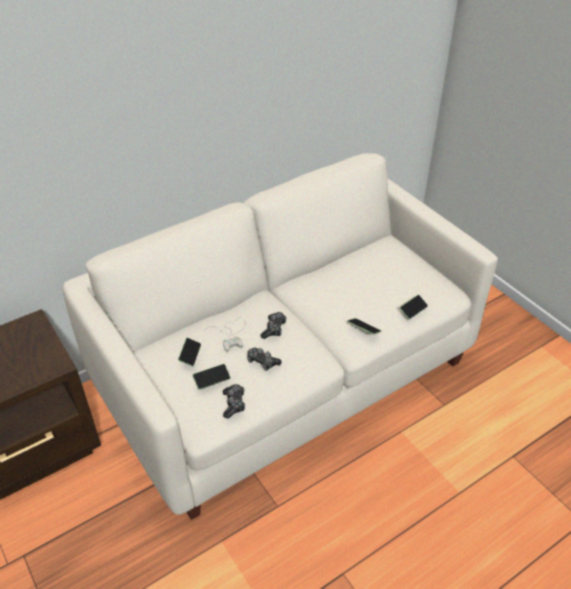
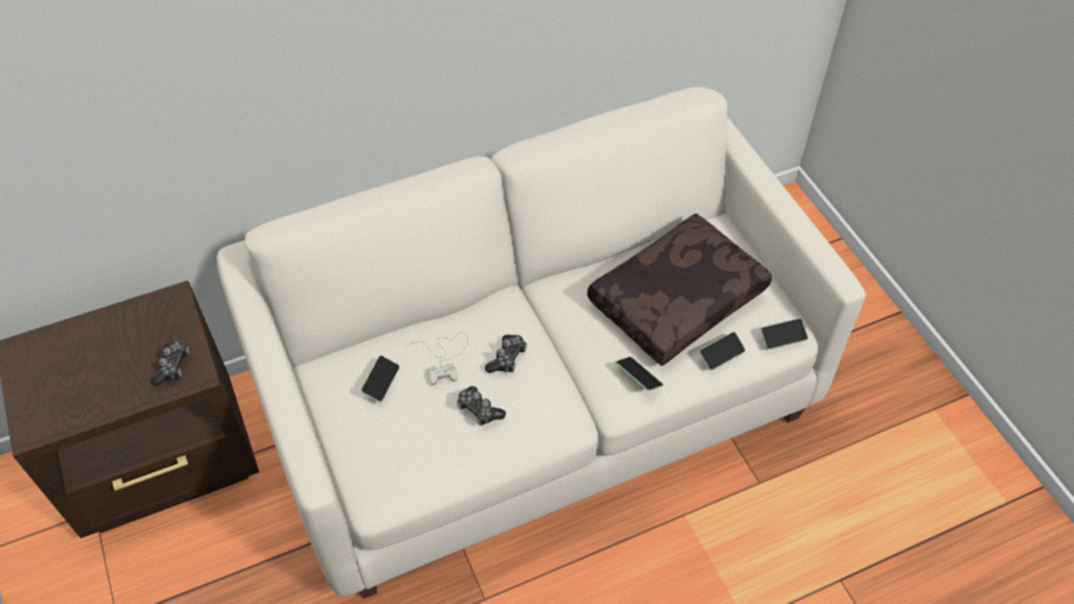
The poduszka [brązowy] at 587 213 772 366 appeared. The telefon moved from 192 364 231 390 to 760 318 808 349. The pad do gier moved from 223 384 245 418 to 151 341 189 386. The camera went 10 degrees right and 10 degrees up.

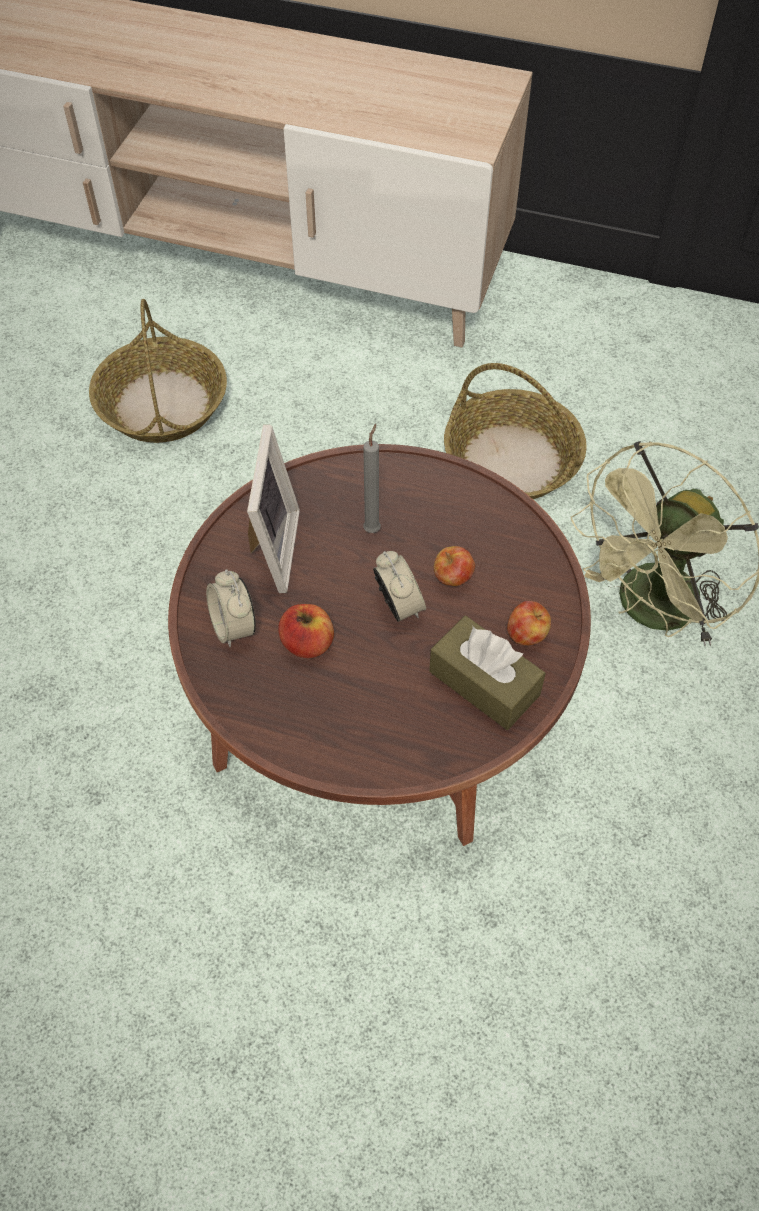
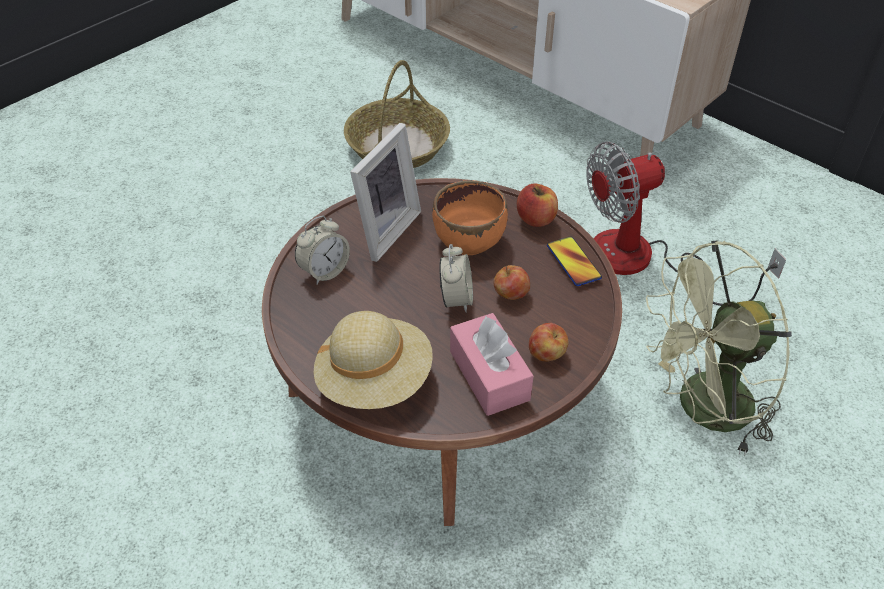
The kapelusz [beżowy] at 314 311 433 409 appeared. The telefon at 547 236 602 286 appeared. The jabłko moved from 279 604 334 658 to 517 183 558 227. The świeca [szary] at 363 424 381 533 was replaced by the miska [pomarańczowy] at 432 180 508 255. The koszyk at 444 363 587 499 was replaced by the wentylator at 587 141 786 306. The pudełko chusteczek [brązowy] at 429 616 545 730 became the pudełko chusteczek [różowy] at 450 313 533 416. The budzik at 206 570 256 648 turned 135 degrees counterclockwise. The camera went 25 degrees right and 10 degrees down.

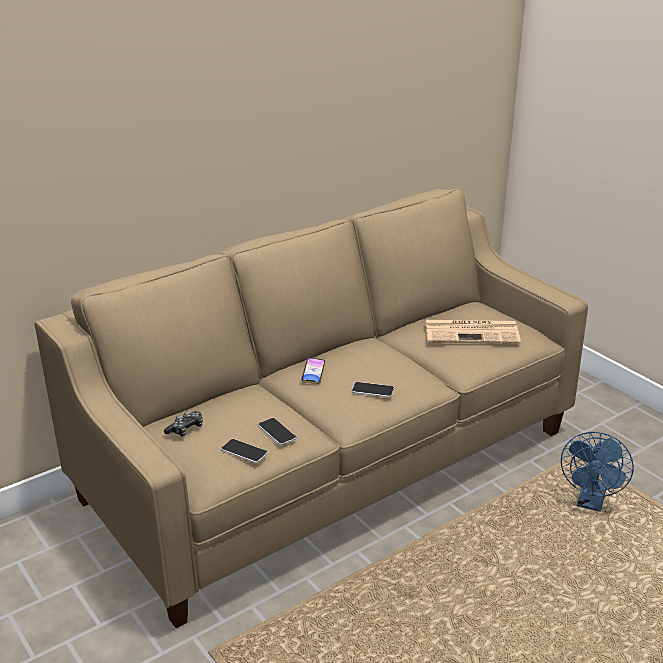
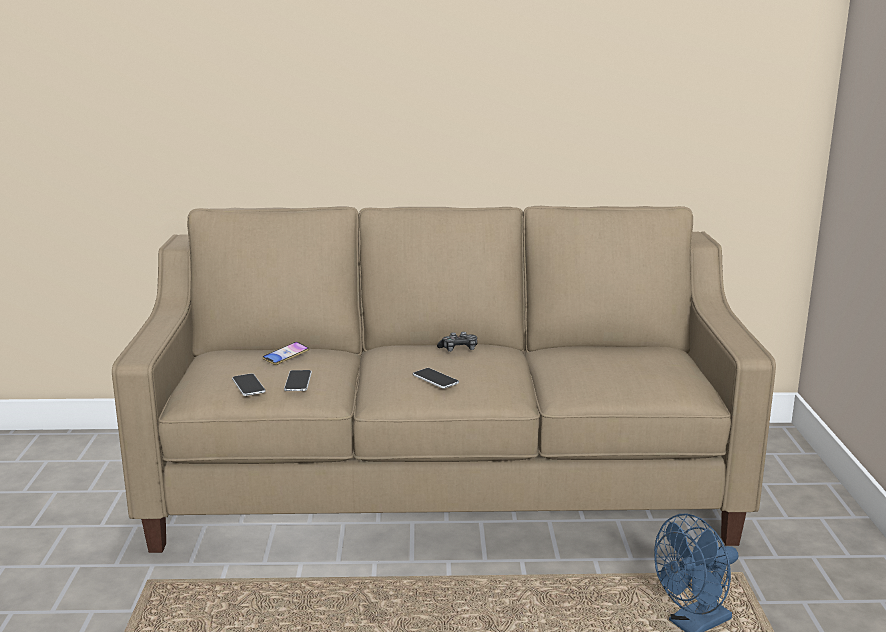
The gazeta at 425 320 521 344 disappeared. The pad do gier moved from 164 411 203 436 to 437 332 477 352. The telefon moved from 301 358 326 384 to 262 342 309 365. The camera went 35 degrees right and 10 degrees down.

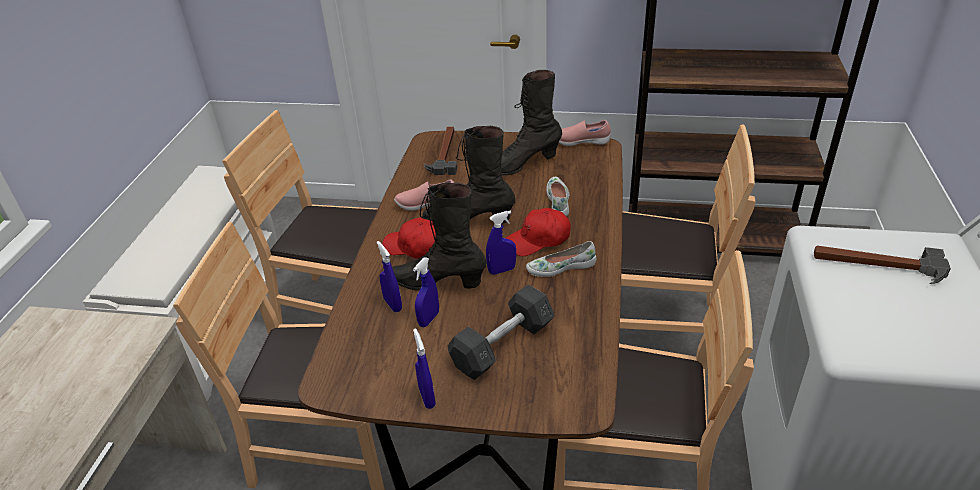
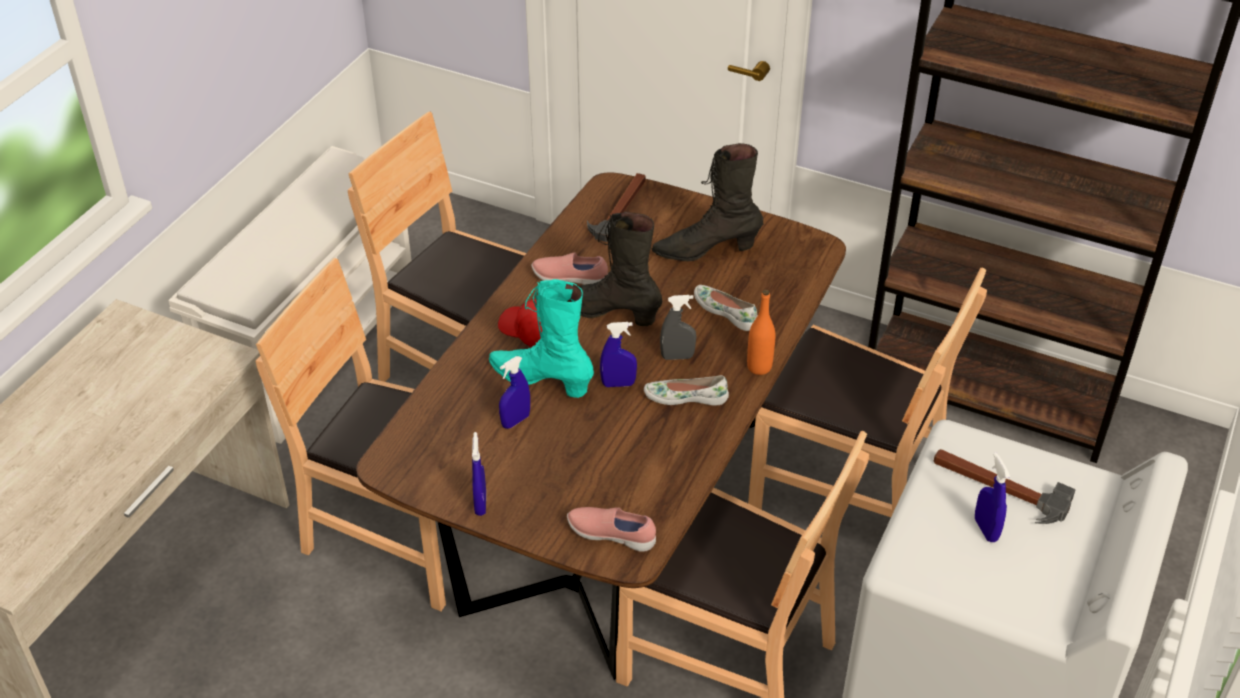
The hantel [szary] at 448 284 555 380 disappeared. The butelka [pomarańczowy] at 747 290 775 375 appeared. The spryskiwacz [niebieski] moved from 376 241 402 312 to 975 452 1010 542. The but [różowy] moved from 559 120 611 146 to 567 507 656 552. The czapka z daszkiem [czerwony] at 506 208 571 256 was replaced by the spryskiwacz [szary] at 660 295 696 360. The but z cholewką [czarny] at 392 183 486 291 became the but z cholewką [turkusowy] at 489 279 594 398. The but [biały] at 546 177 569 216 turned 60 degrees counterclockwise. The camera went 15 degrees right and 5 degrees up.

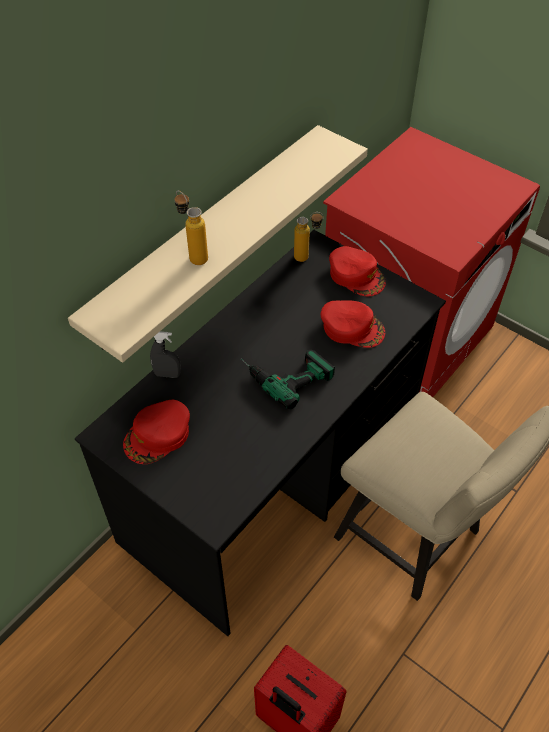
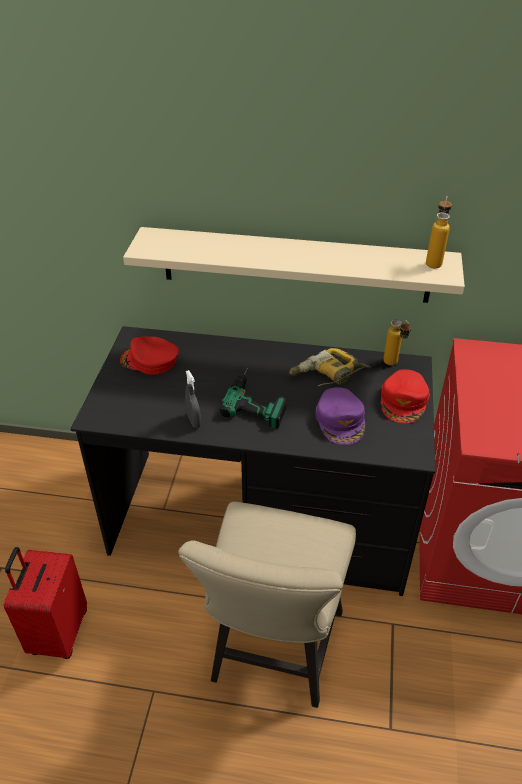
The wiertarka at 289 348 371 386 appeared. The spryskiwacz [szary] moved from 150 331 181 378 to 185 370 201 428. The butelka moved from 174 191 208 265 to 426 197 452 268. The czapka z daszkiem [czerwony] at 321 301 385 348 became the czapka z daszkiem [fioletowy] at 315 387 365 445. The camera went 60 degrees right and 10 degrees down.

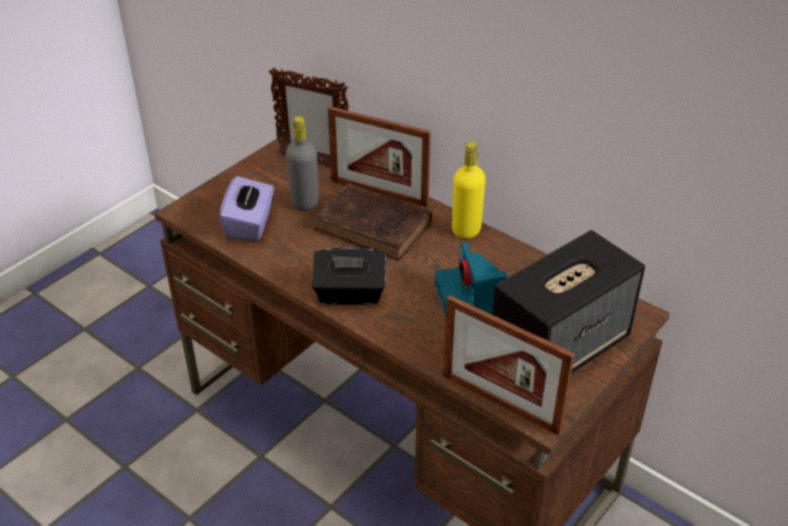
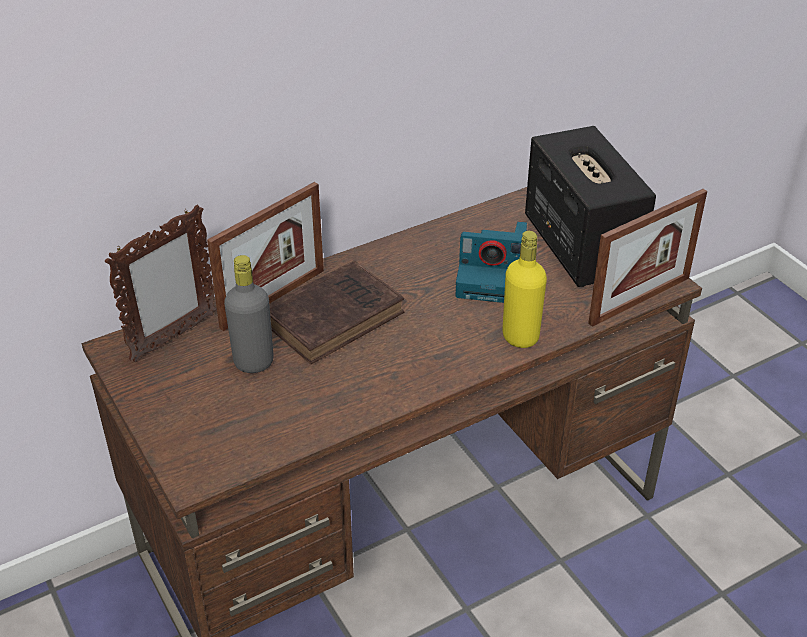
The pudełko chusteczek [fioletowy] at 219 176 274 241 disappeared. The pudełko chusteczek [czarny] at 312 247 386 305 disappeared. The butelka [żółty] moved from 452 141 486 239 to 502 231 547 348. The camera went 70 degrees left and 0 degrees up.

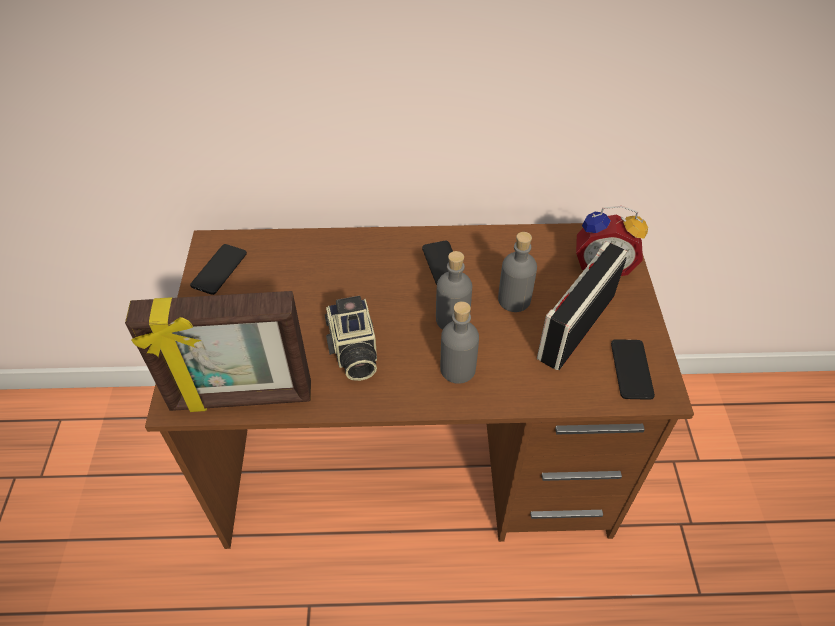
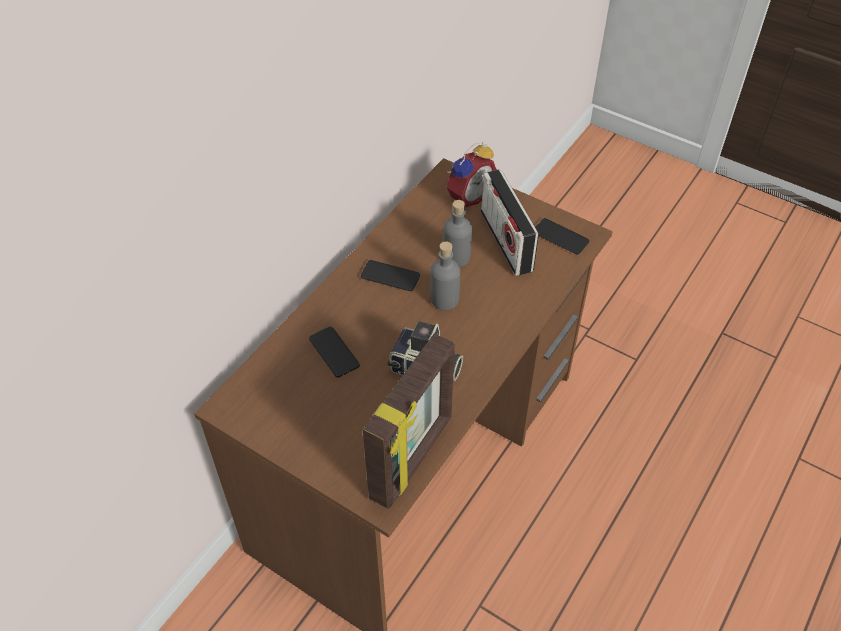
The butelka [szary] at 440 301 479 384 disappeared. The telefon moved from 190 244 247 295 to 309 327 360 377. The camera went 55 degrees left and 0 degrees up.

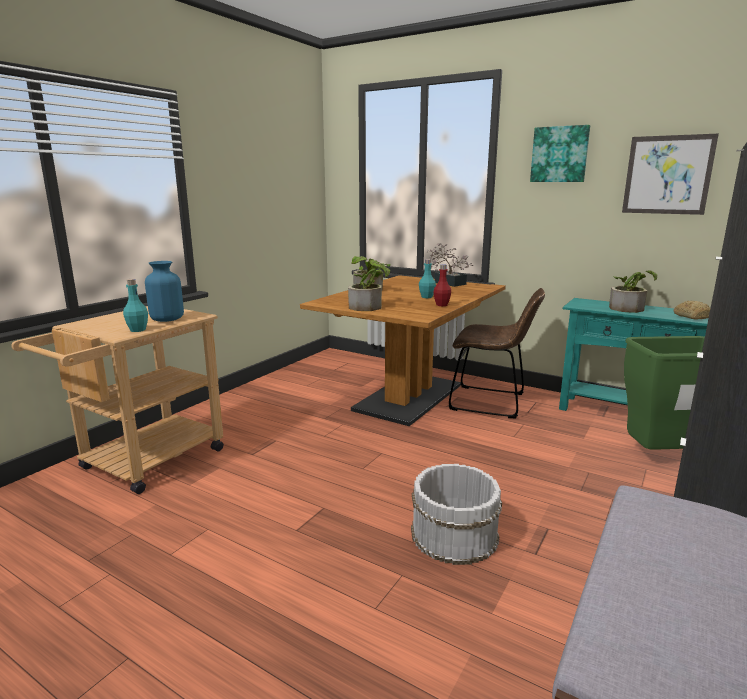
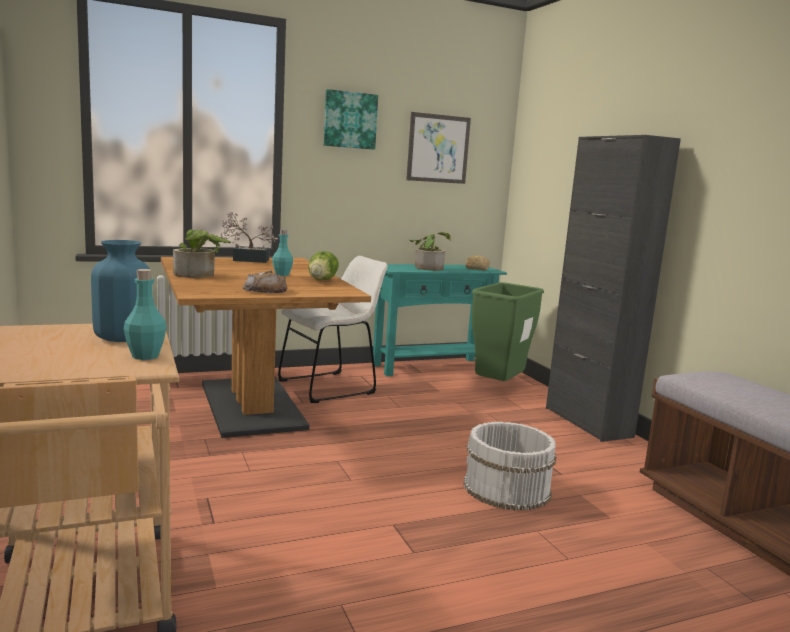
The roślina doniczkowa at 348 266 390 311 was replaced by the chleb at 243 270 287 294. The butelka [czerwony] at 434 265 451 306 was replaced by the sałata at 308 251 339 280. The krzesło [brązowy] at 448 288 545 418 became the krzesło [biały] at 278 256 388 403. The camera went 55 degrees left and 5 degrees down.

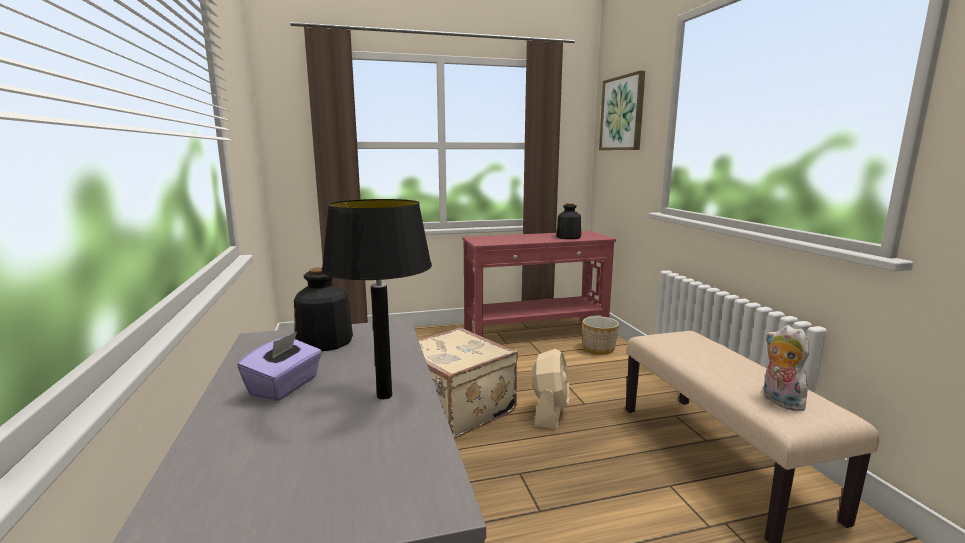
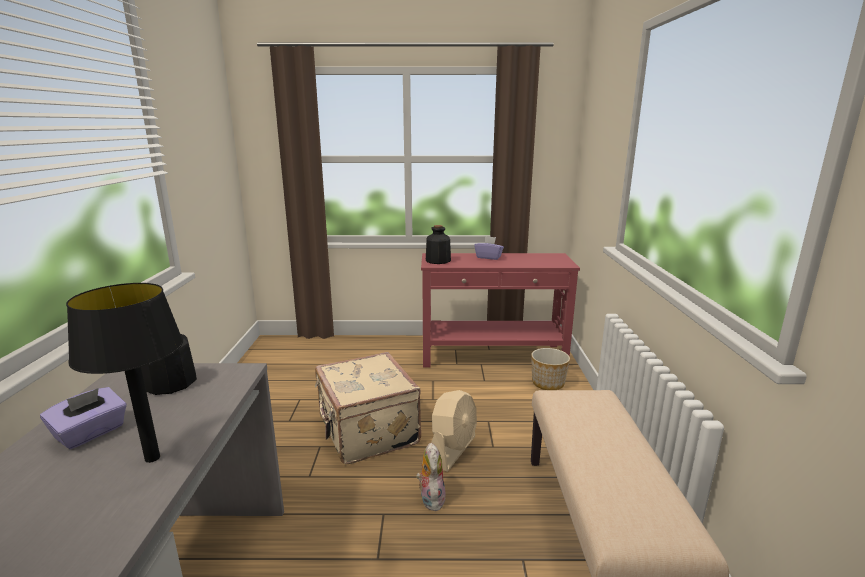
The obraz at 599 70 645 150 disappeared. The pudełko chusteczek [fioletowy] at 474 236 504 260 appeared. The butelka moved from 556 203 581 239 to 426 225 451 264. The pluszak moved from 764 325 810 411 to 416 443 446 511. The camera went 15 degrees right and 5 degrees up.

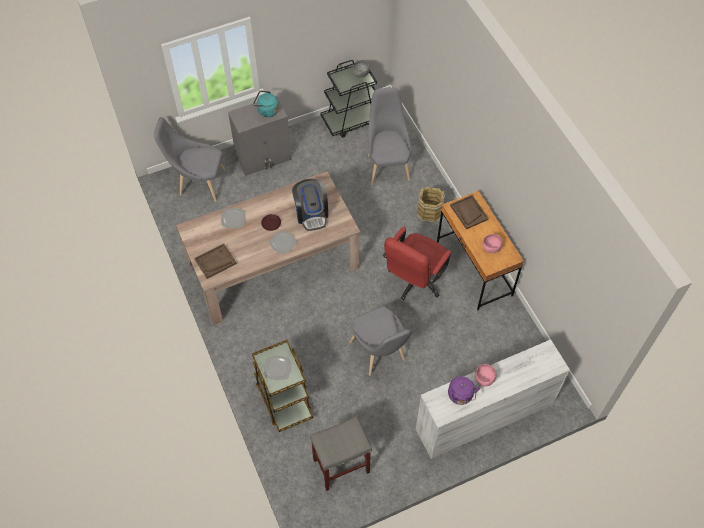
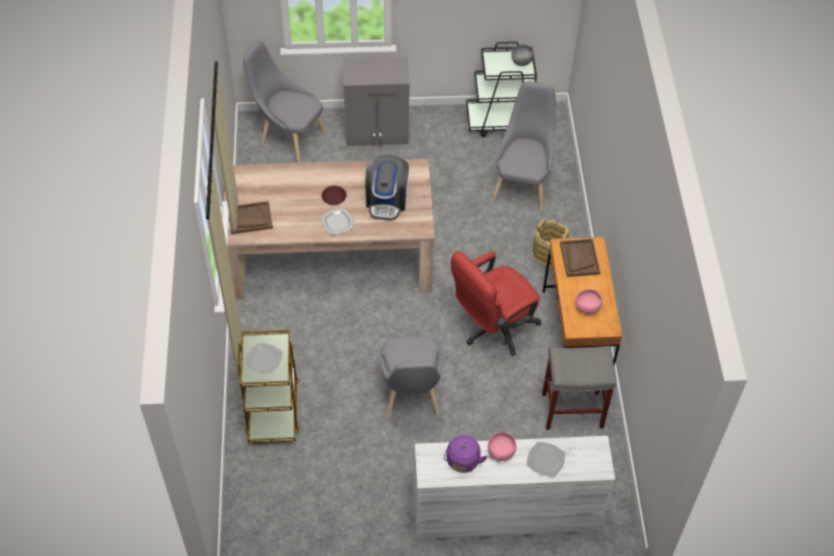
The czajnik [turkusowy] at 253 91 279 117 disappeared. The talerz moved from 221 208 246 228 to 527 442 565 477. The stołek [szary] moved from 310 416 372 491 to 542 346 616 430. The camera went 20 degrees right and 5 degrees down.

